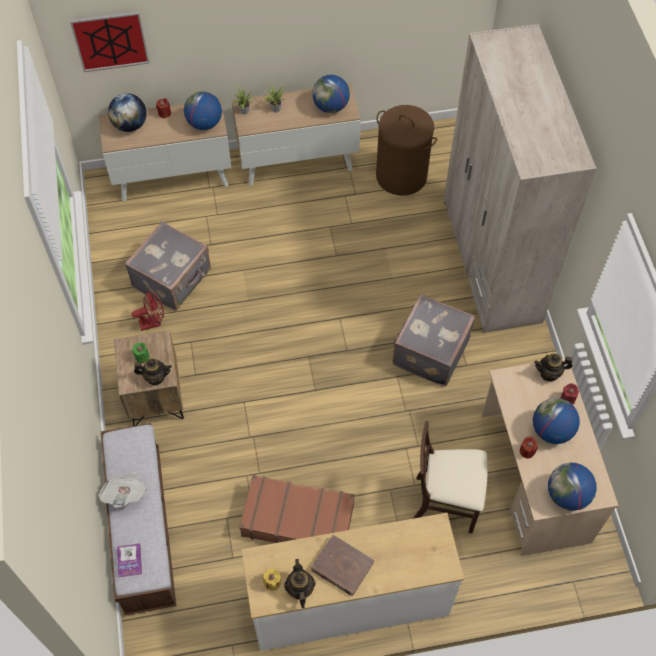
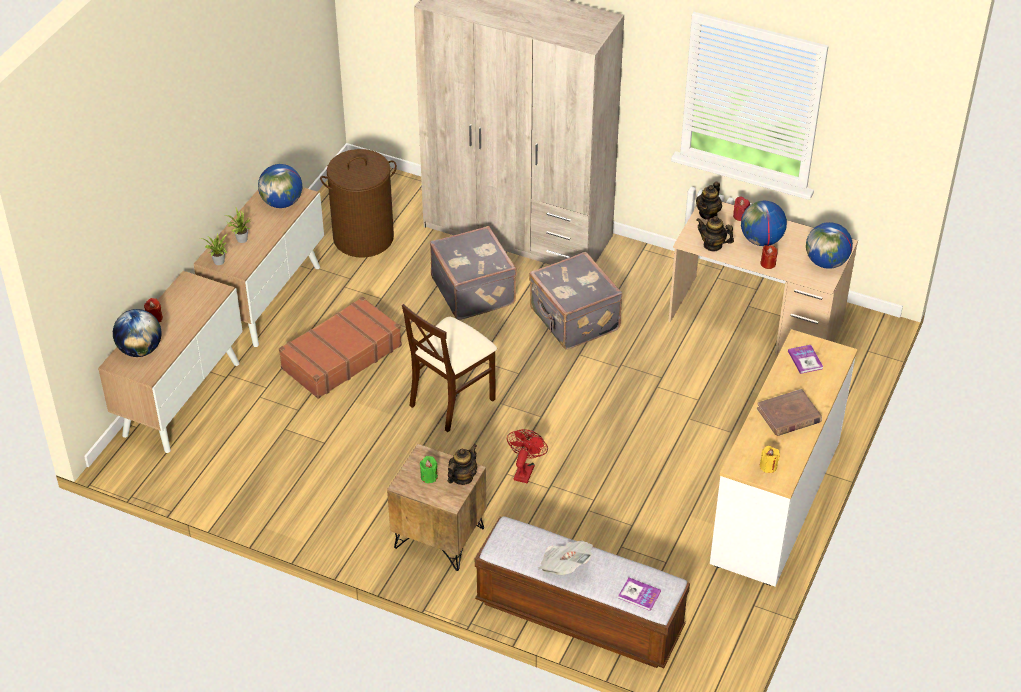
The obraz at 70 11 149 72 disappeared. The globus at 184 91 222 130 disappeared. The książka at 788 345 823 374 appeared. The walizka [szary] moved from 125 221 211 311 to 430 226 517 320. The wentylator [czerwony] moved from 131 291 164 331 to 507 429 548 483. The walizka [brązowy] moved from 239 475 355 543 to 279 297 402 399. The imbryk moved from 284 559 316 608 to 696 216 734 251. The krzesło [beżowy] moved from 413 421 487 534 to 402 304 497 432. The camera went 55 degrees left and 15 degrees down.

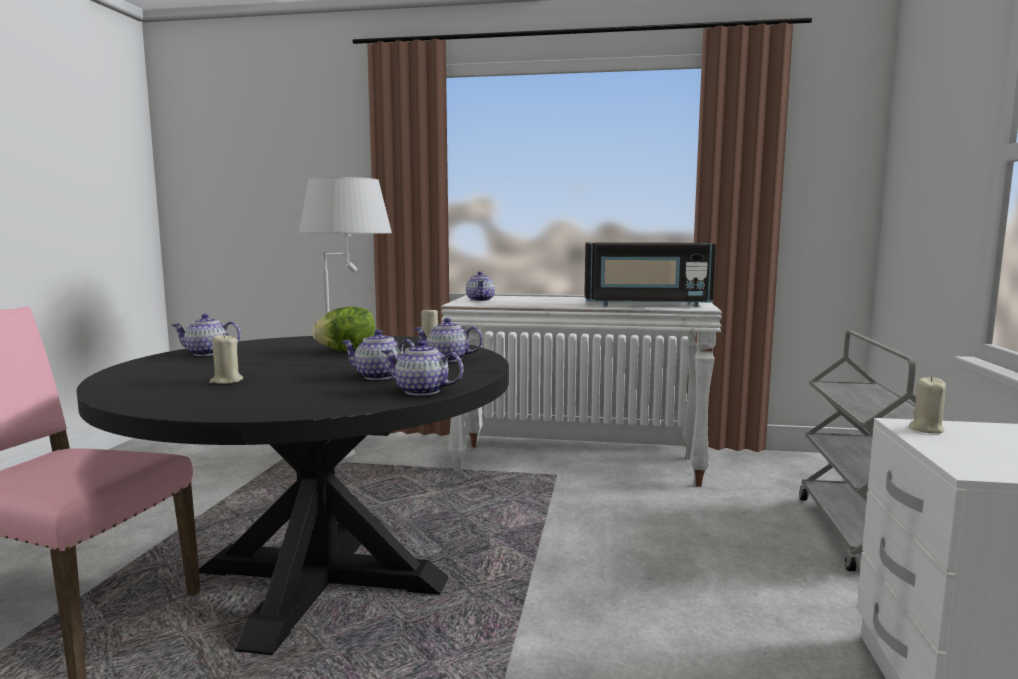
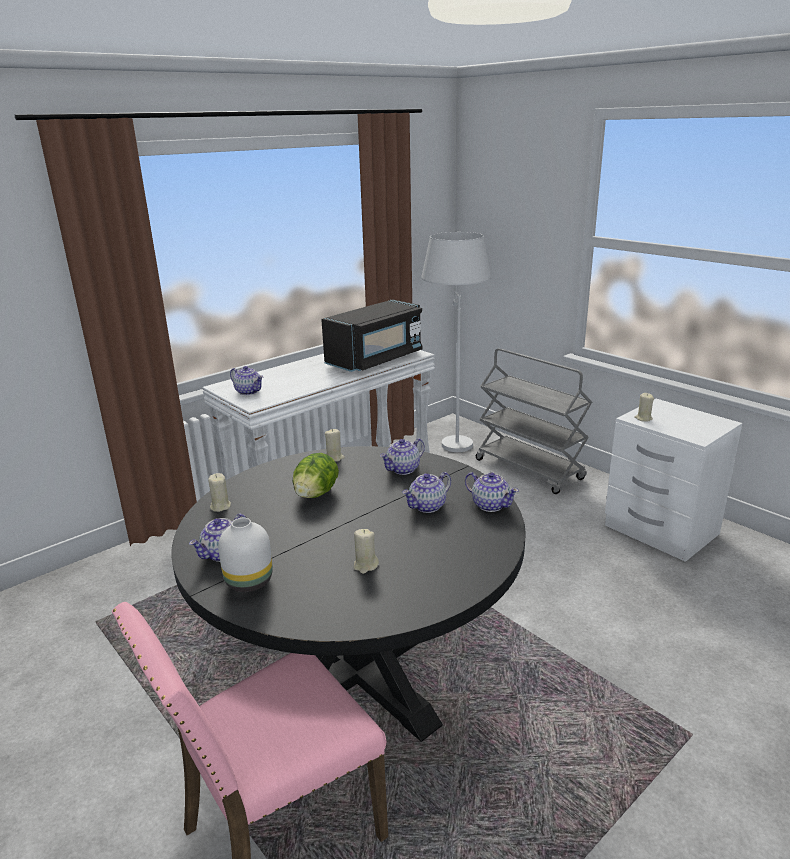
The świeca [beżowy] at 208 473 231 512 appeared. The wazon [biały] at 218 518 273 592 appeared. The lampa stojąca [biały] moved from 299 177 392 464 to 421 232 491 452. The imbryk at 382 340 463 396 turned 105 degrees counterclockwise. The camera went 50 degrees left and 15 degrees up.

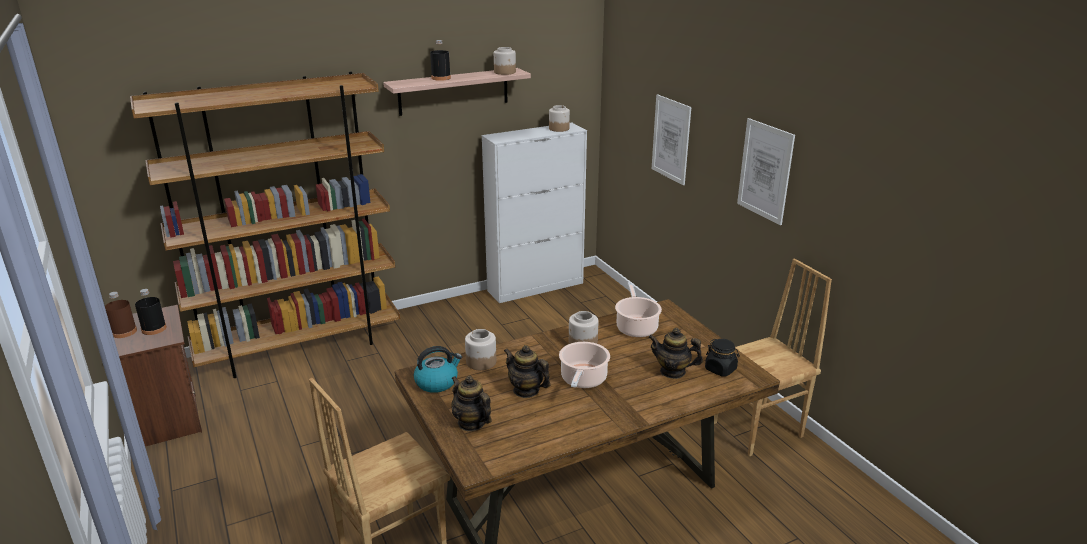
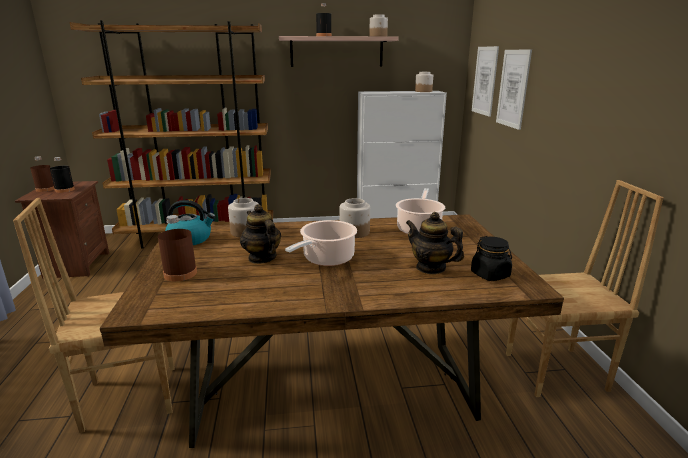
The obraz moved from 737 118 795 225 to 472 46 499 117. The imbryk at 451 376 492 431 was replaced by the butelka [brązowy] at 158 215 197 281. The camera went 20 degrees right and 5 degrees down.

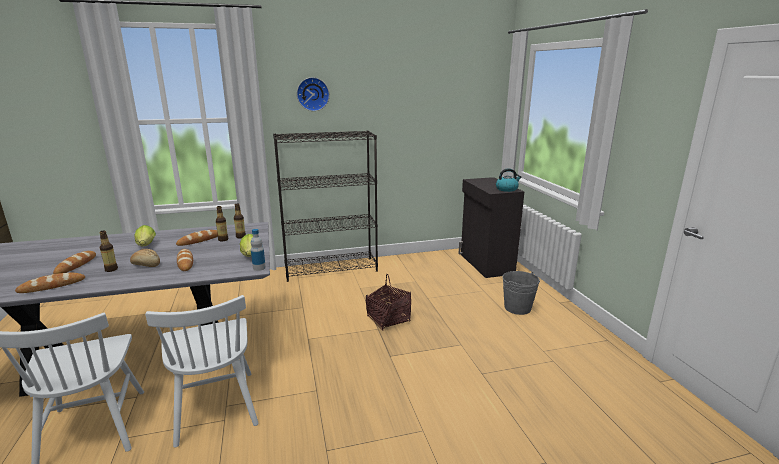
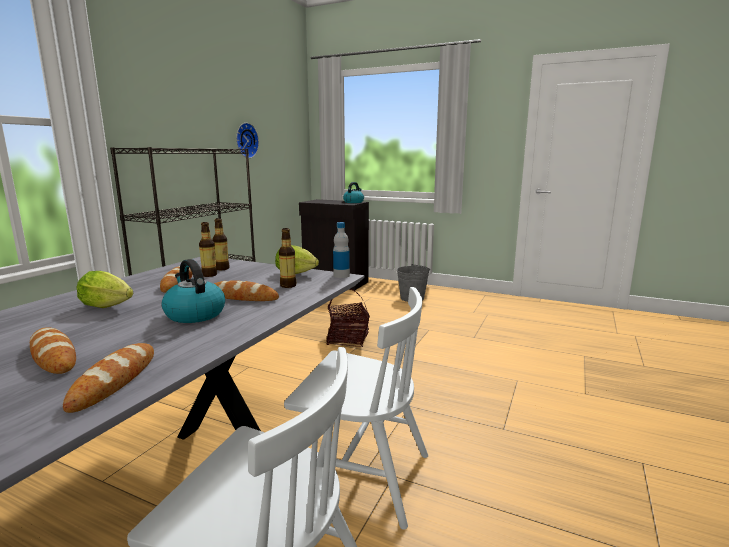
The butelka moved from 99 231 118 272 to 279 228 296 288. The zegar ścienny moved from 297 77 330 111 to 236 123 259 158. The chleb at 130 249 160 267 was replaced by the czajnik at 161 259 225 323. The camera went 50 degrees left and 5 degrees down.

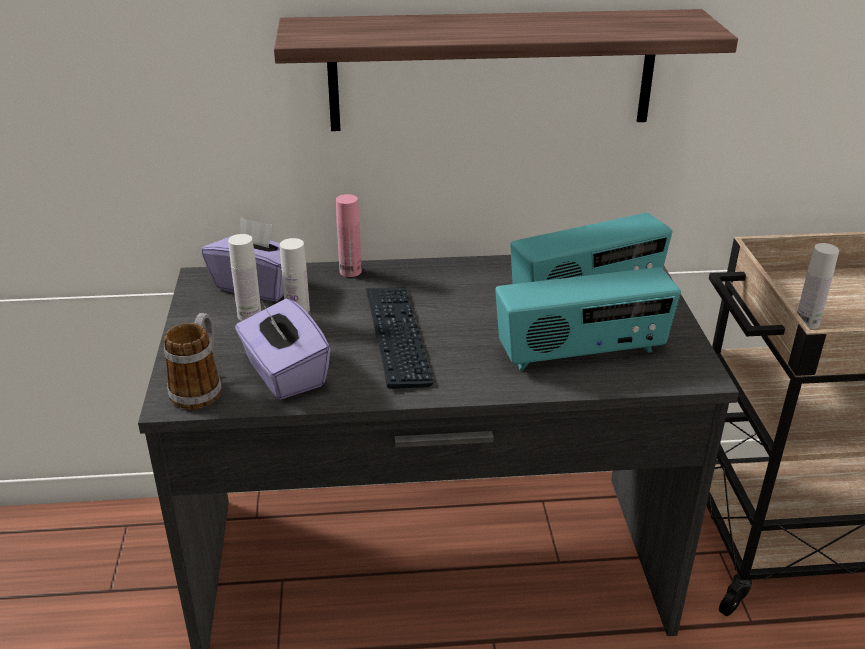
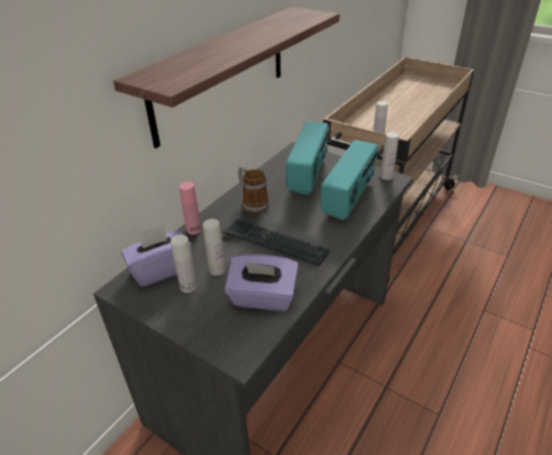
The butelka [biały] at 380 132 399 180 appeared. The kubek moved from 164 313 222 409 to 238 166 269 213. The camera went 50 degrees left and 5 degrees up.

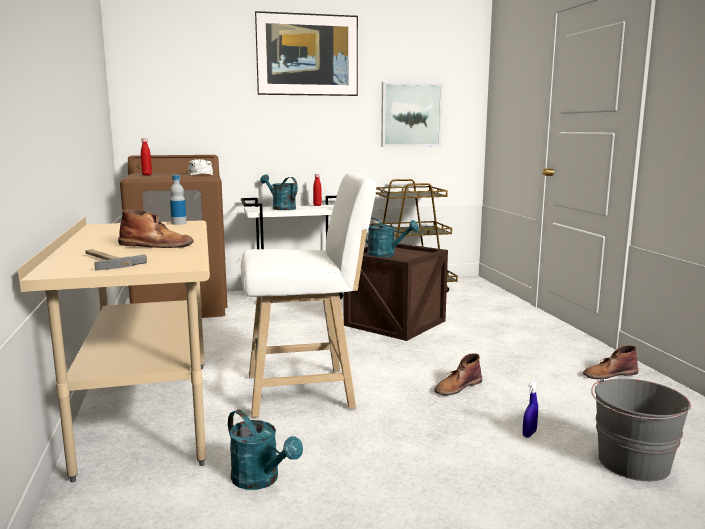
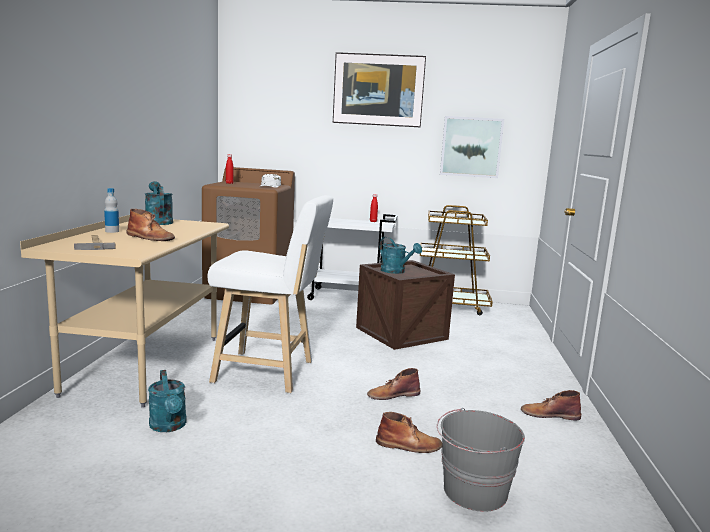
The butelka moved from 170 175 187 225 to 104 188 119 233. The konewka [turkusowy] moved from 260 174 298 210 to 145 181 173 225. The spryskiwacz [niebieski] at 523 380 538 438 was replaced by the but z cholewką [brązowy] at 376 412 443 453. The camera went 20 degrees right and 0 degrees up.

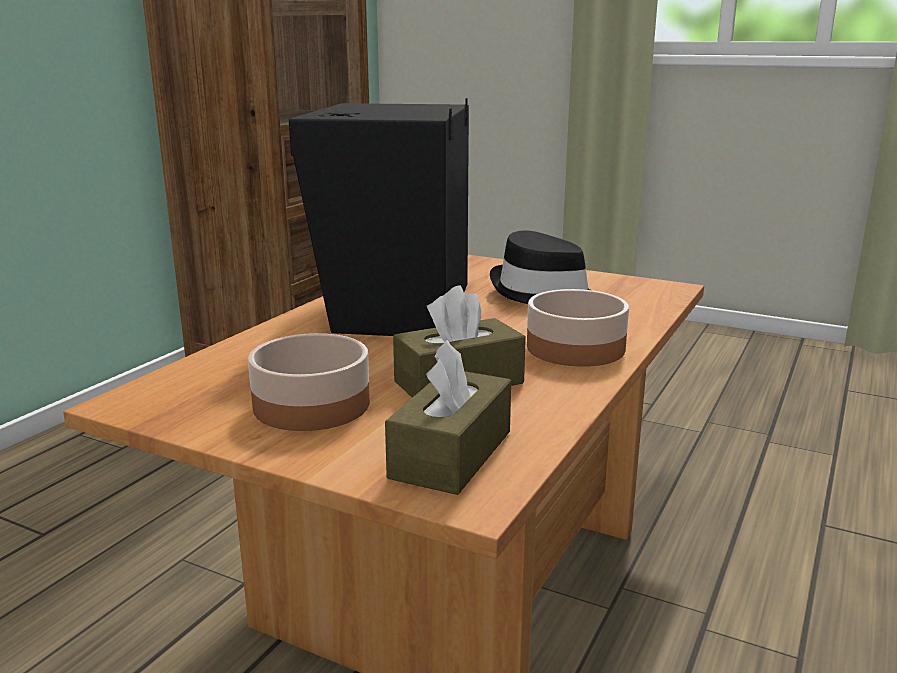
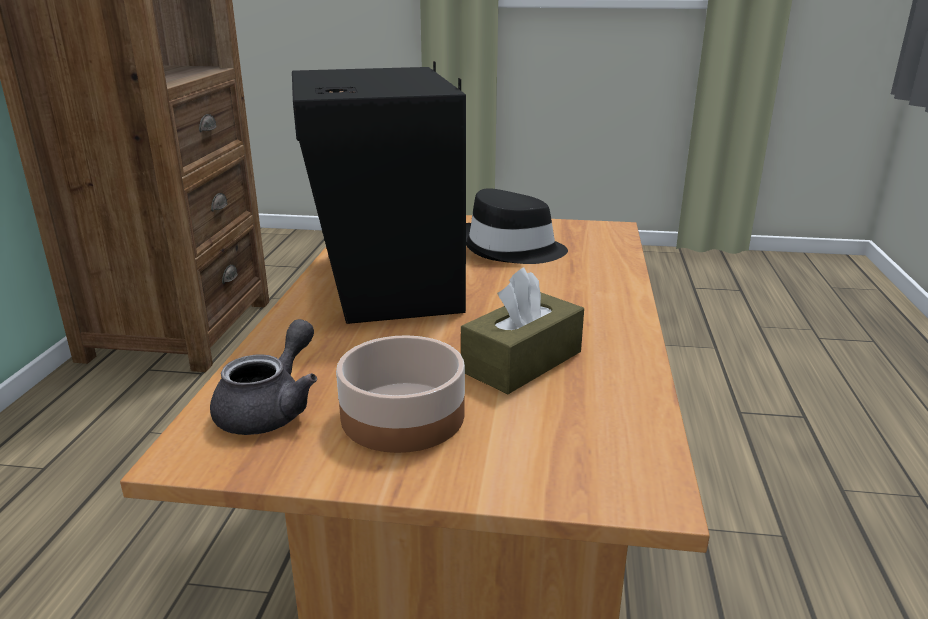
The pudełko chusteczek [brązowy] at 385 340 511 495 disappeared. The miska at 527 289 629 367 disappeared. The imbryk [szary] at 210 319 317 435 appeared. The camera went 20 degrees left and 5 degrees up.

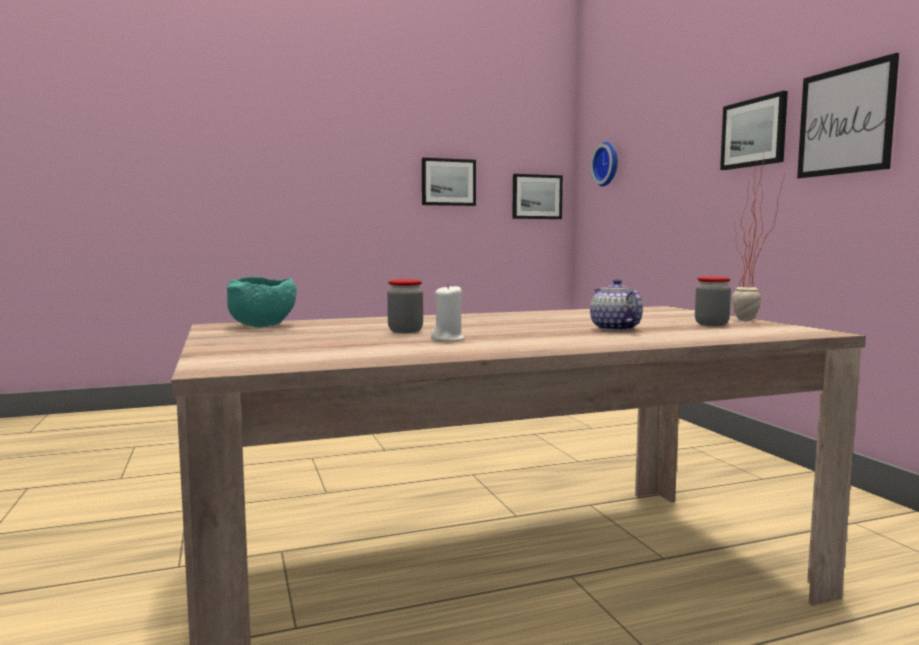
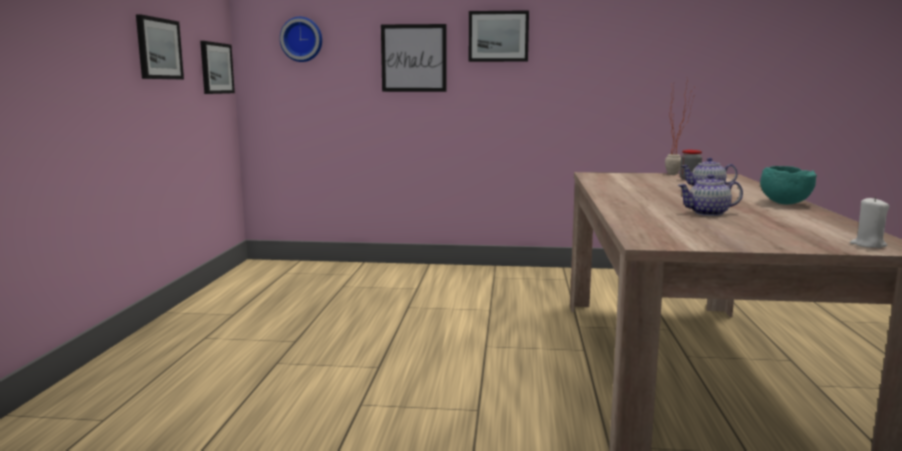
The miska [turkusowy] moved from 227 276 297 327 to 760 166 817 204. The świeca [biały] moved from 431 284 464 342 to 850 197 890 248. The obraz moved from 797 53 899 179 to 381 24 447 92. The słoik at 387 279 423 333 was replaced by the imbryk at 678 174 743 216. The camera went 65 degrees left and 5 degrees up.

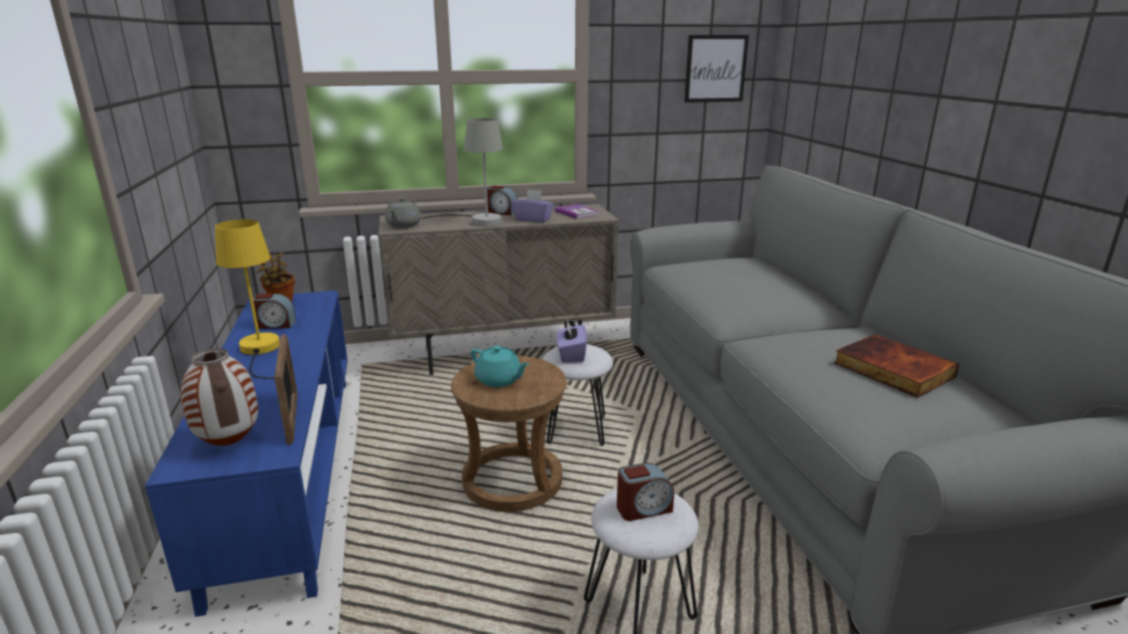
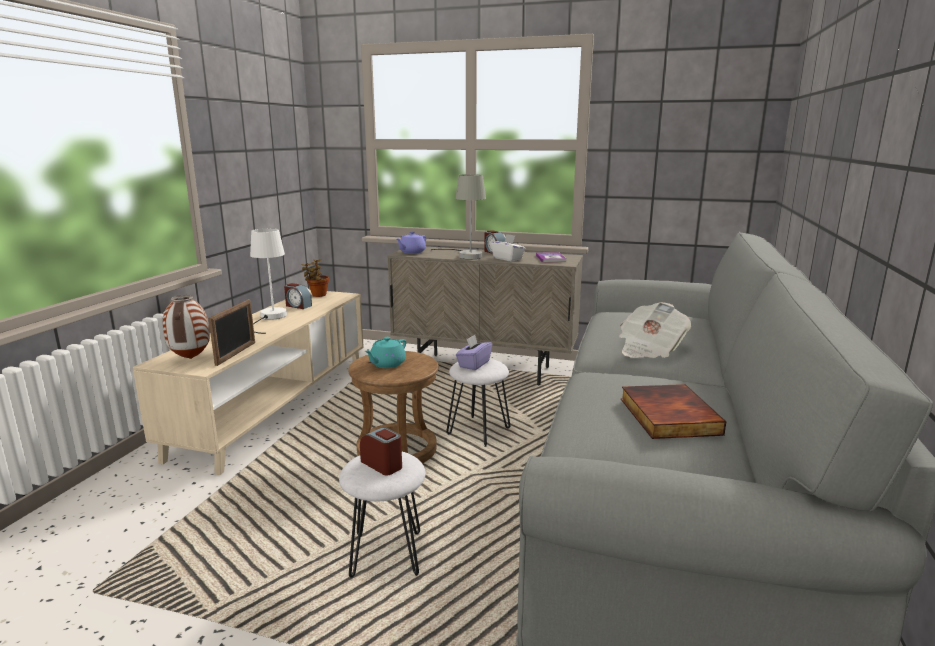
The obraz at 684 35 749 103 disappeared. The gazeta at 619 302 691 358 appeared. The szafka pod telewizor [niebieski] at 145 290 348 617 became the szafka pod telewizor [beżowy] at 133 290 364 475. The lampa stołowa [żółty] at 215 219 280 379 became the lampa stołowa [biały] at 250 228 287 334. The imbryk [szary] at 385 198 421 228 became the imbryk [fioletowy] at 397 231 426 254. The pudełko chusteczek [fioletowy] at 512 189 554 222 became the pudełko chusteczek [biały] at 491 234 526 262. The imbryk [turkusowy] at 471 346 529 387 turned 60 degrees clockwise. The budzik at 617 463 674 521 turned 150 degrees counterclockwise. The camera went 30 degrees right and 5 degrees down.

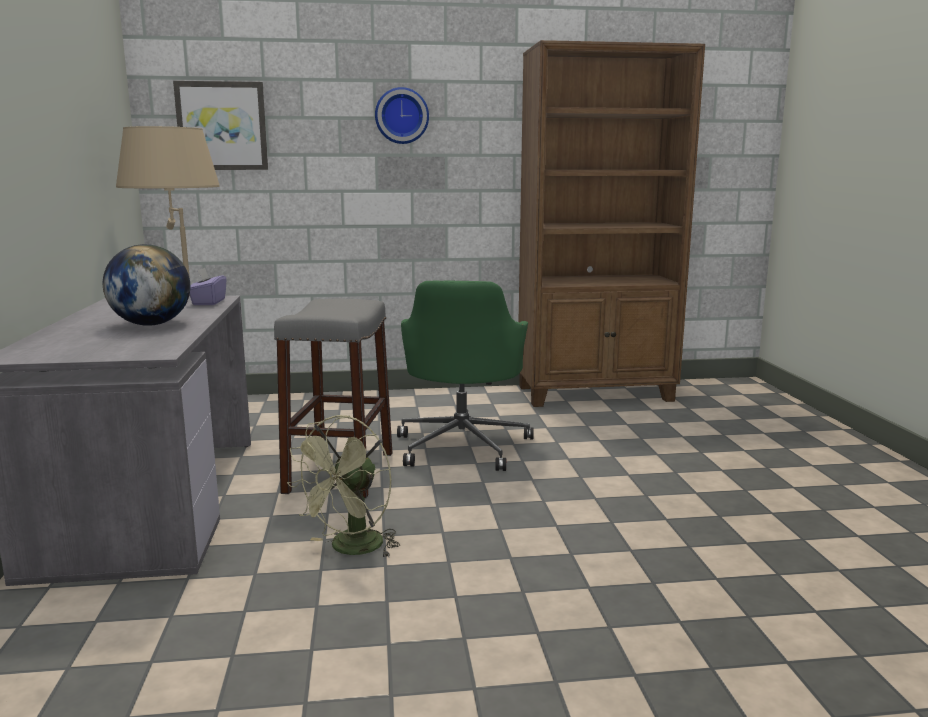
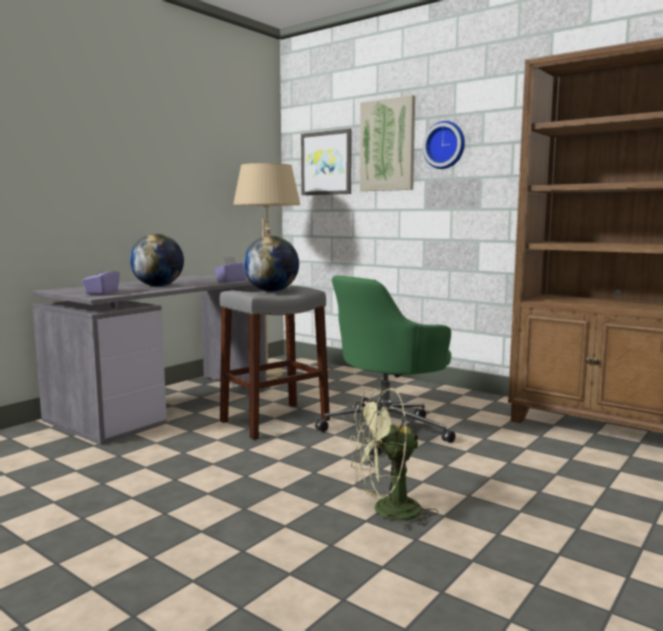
The pudełko chusteczek [fioletowy] at 82 264 120 295 appeared. The globus at 243 236 299 292 appeared. The obraz at 360 95 415 191 appeared. The wentylator [zielony] moved from 287 415 400 558 to 350 388 438 531. The camera went 45 degrees right and 5 degrees down.

